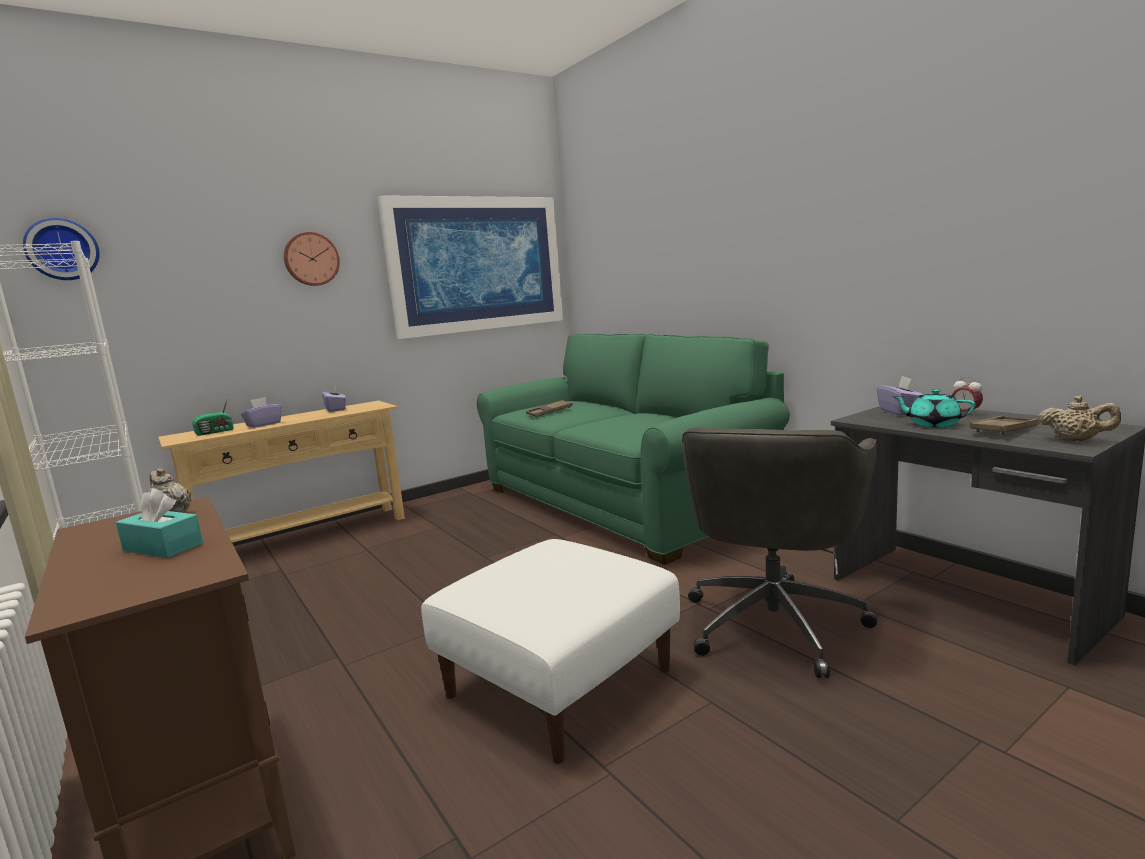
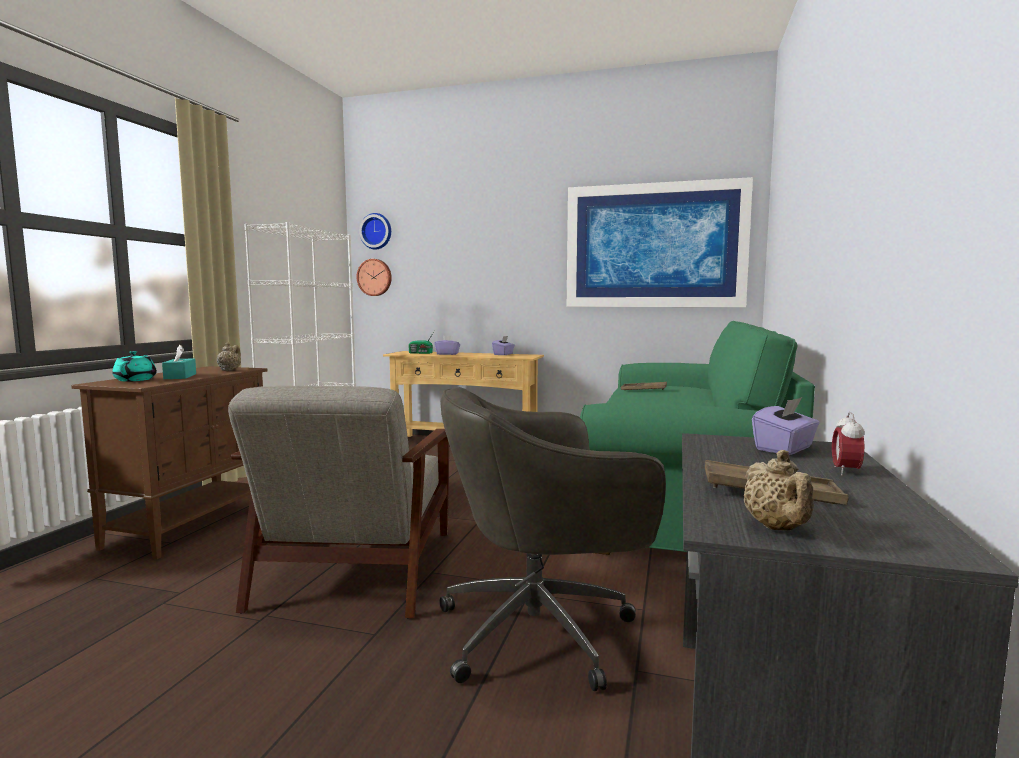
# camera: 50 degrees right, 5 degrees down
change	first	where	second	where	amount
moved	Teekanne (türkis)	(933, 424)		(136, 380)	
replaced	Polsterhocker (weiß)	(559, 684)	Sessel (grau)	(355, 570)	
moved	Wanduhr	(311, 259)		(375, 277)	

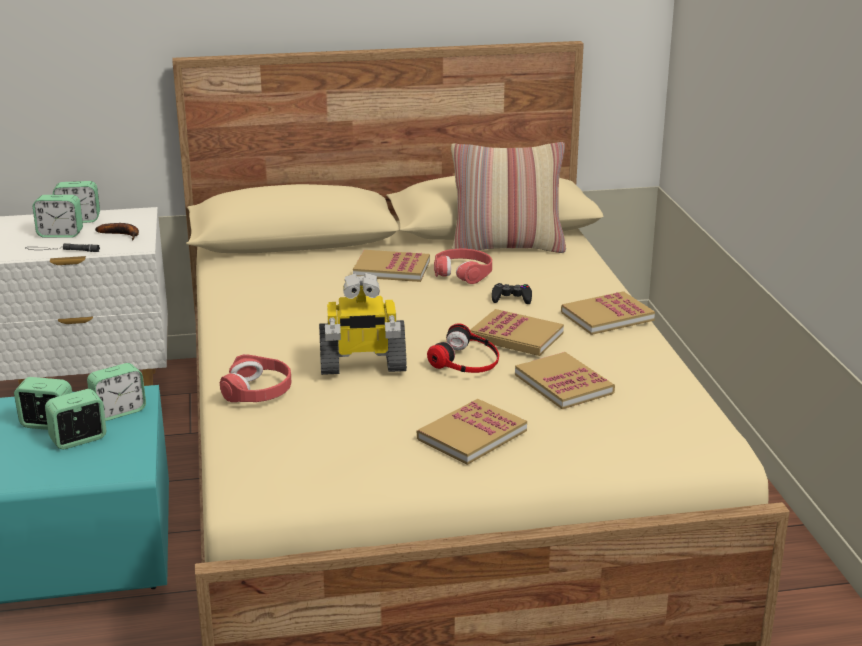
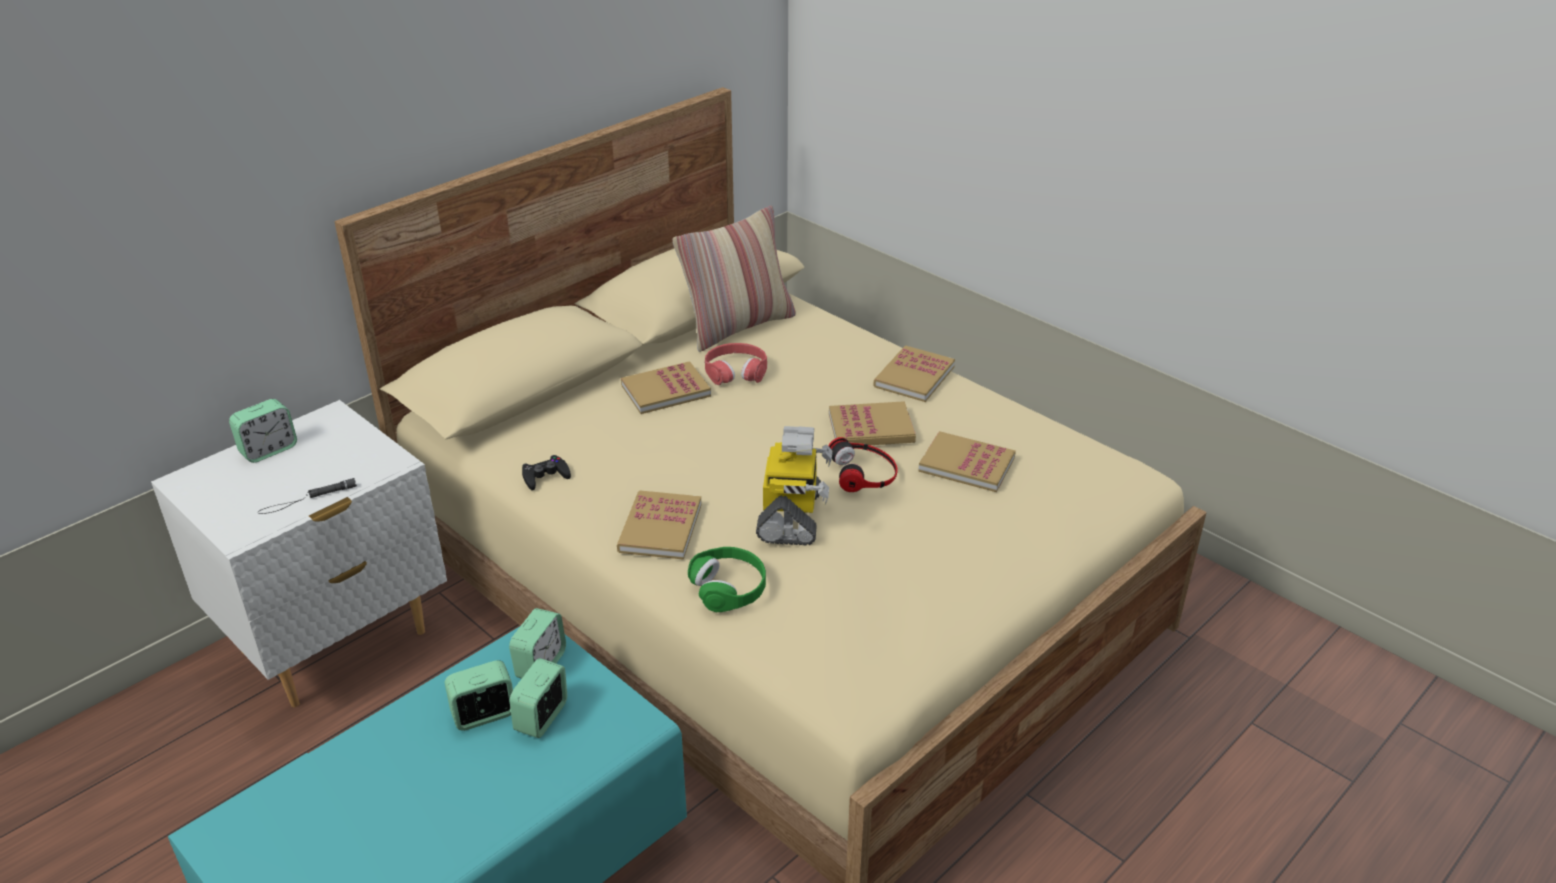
# camera: 35 degrees left, 10 degrees up
change	first	where	second	where	amount
moved	Gamepad (schwarz)	(511, 298)		(545, 476)	
moved	Buch	(472, 435)		(660, 528)	
recoloured	Kopfhörer (rot)	(258, 390)	Kopfhörer (grün)	(729, 587)	
turned	Spielzeugroboter	(362, 364)		(791, 516)	45 degrees counterclockwise
removed	Wecker	(60, 234)			
removed	Banane	(122, 234)			

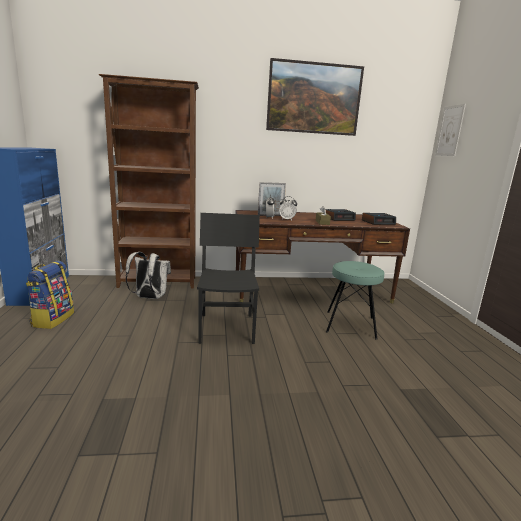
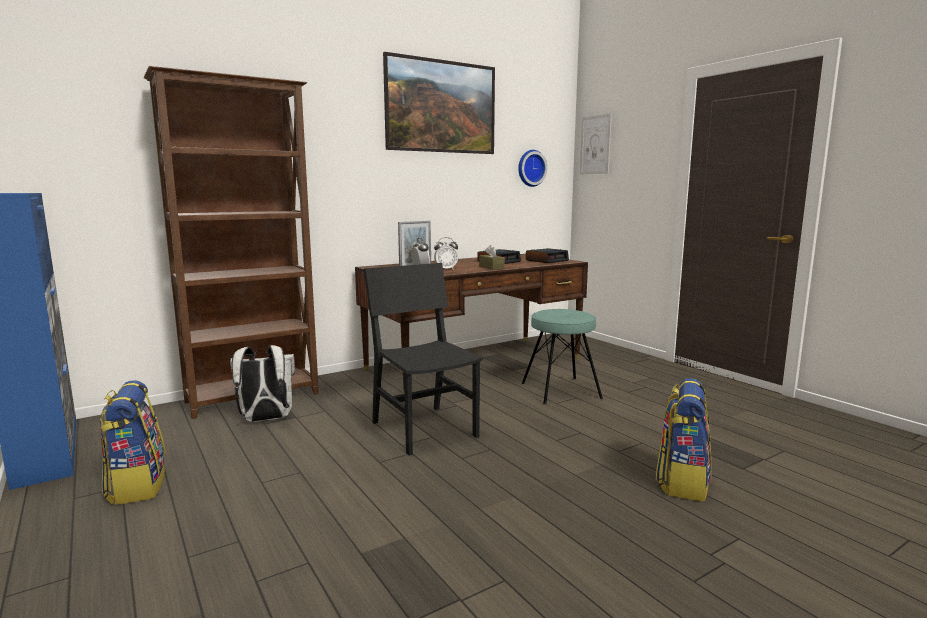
# camera: 25 degrees left, 5 degrees down
change	first	where	second	where	amount
added			Wanduhr	(530, 168)	
added			Rucksack	(682, 481)	

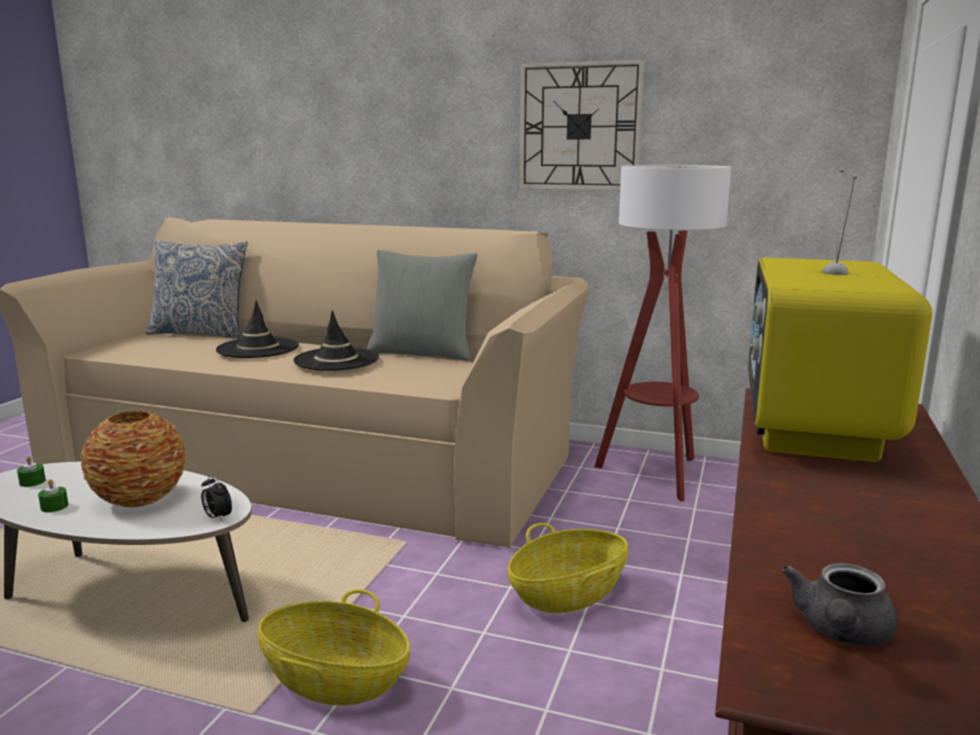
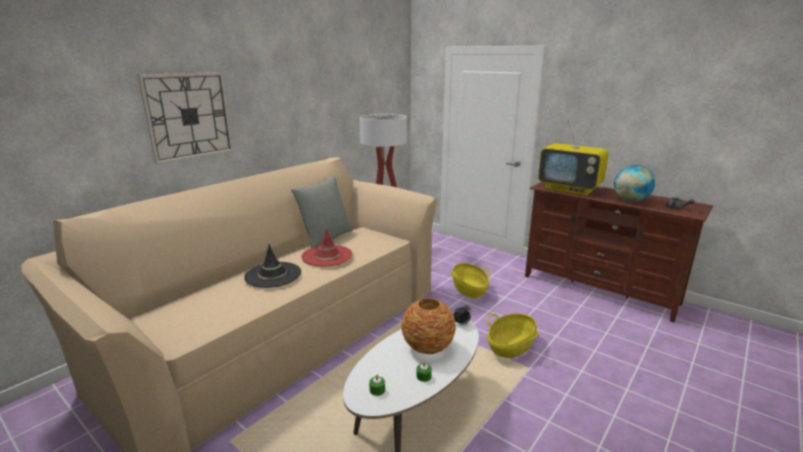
# camera: 70 degrees left, 5 degrees up
change	first	where	second	where	amount
moved	Wanduhr	(579, 126)		(189, 116)	
recoloured	Hut (schwarz)	(336, 360)	Hut (rot)	(327, 256)	
added			Globus	(630, 200)	
removed	Kissen	(201, 333)			

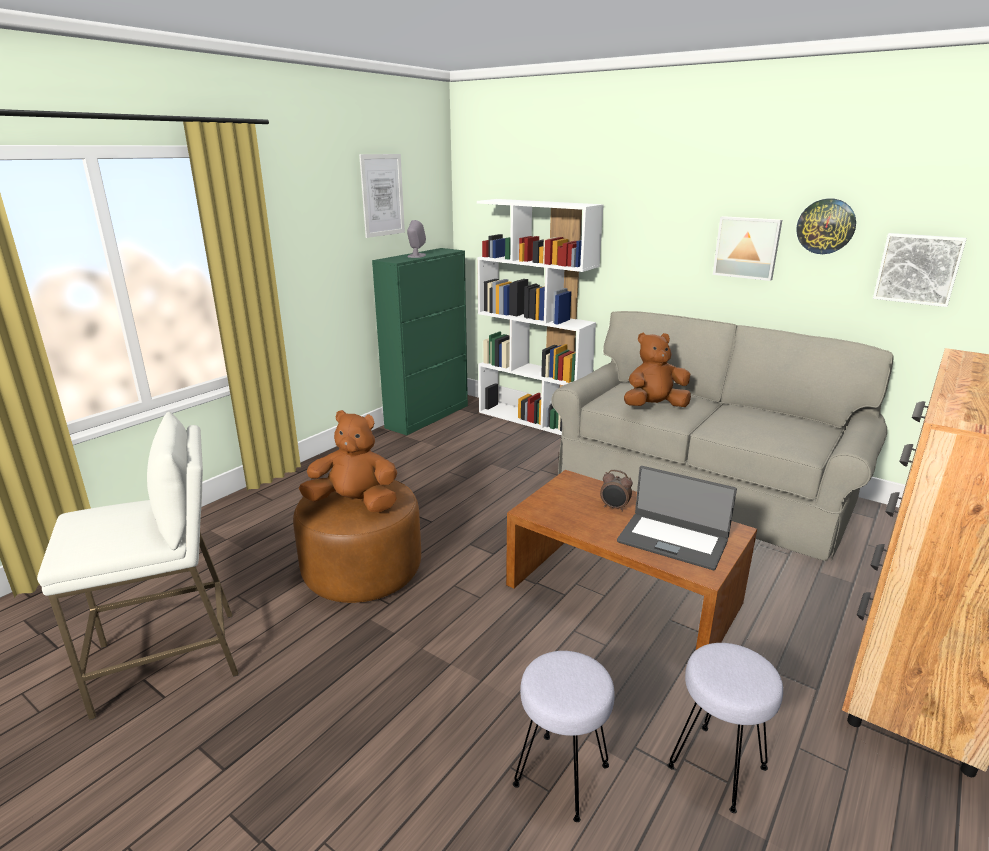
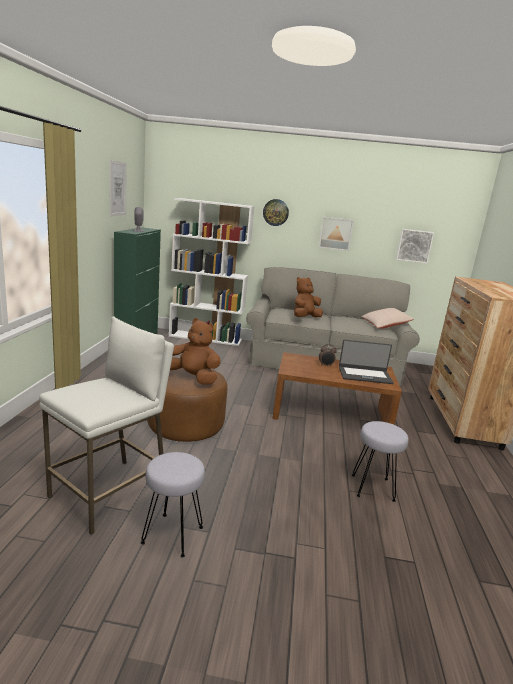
# camera: 30 degrees left, 5 degrees down
change	first	where	second	where	amount
moved	Hocker (grau)	(716, 766)		(172, 534)	
turned	Plüschtier (braun)	(355, 503)		(192, 378)	45 degrees clockwise
moved	Wanduhr	(826, 226)		(275, 212)	
added			Kissen (beige)	(385, 325)	

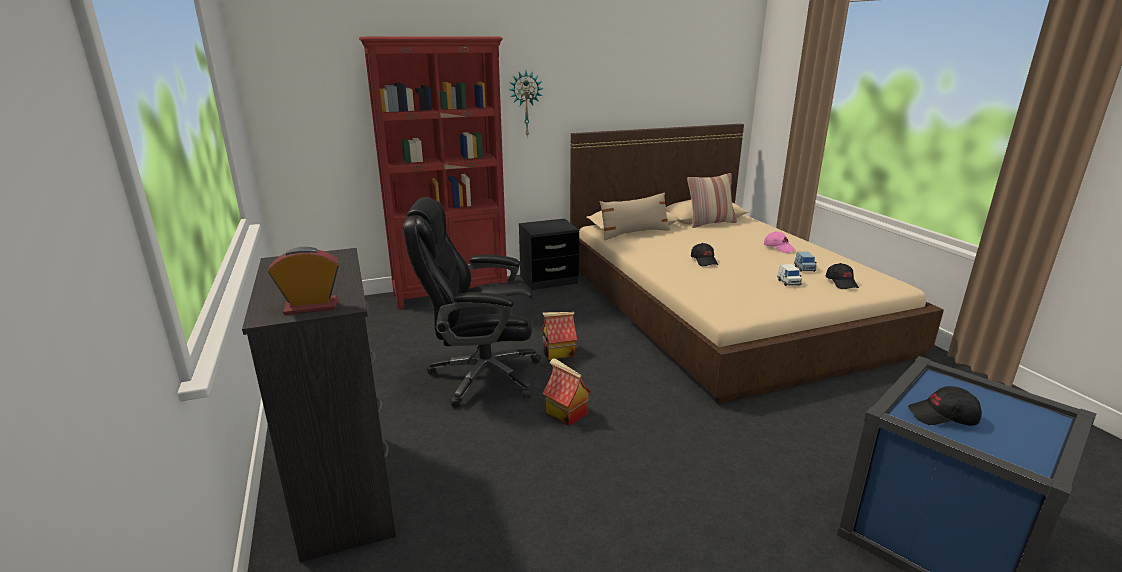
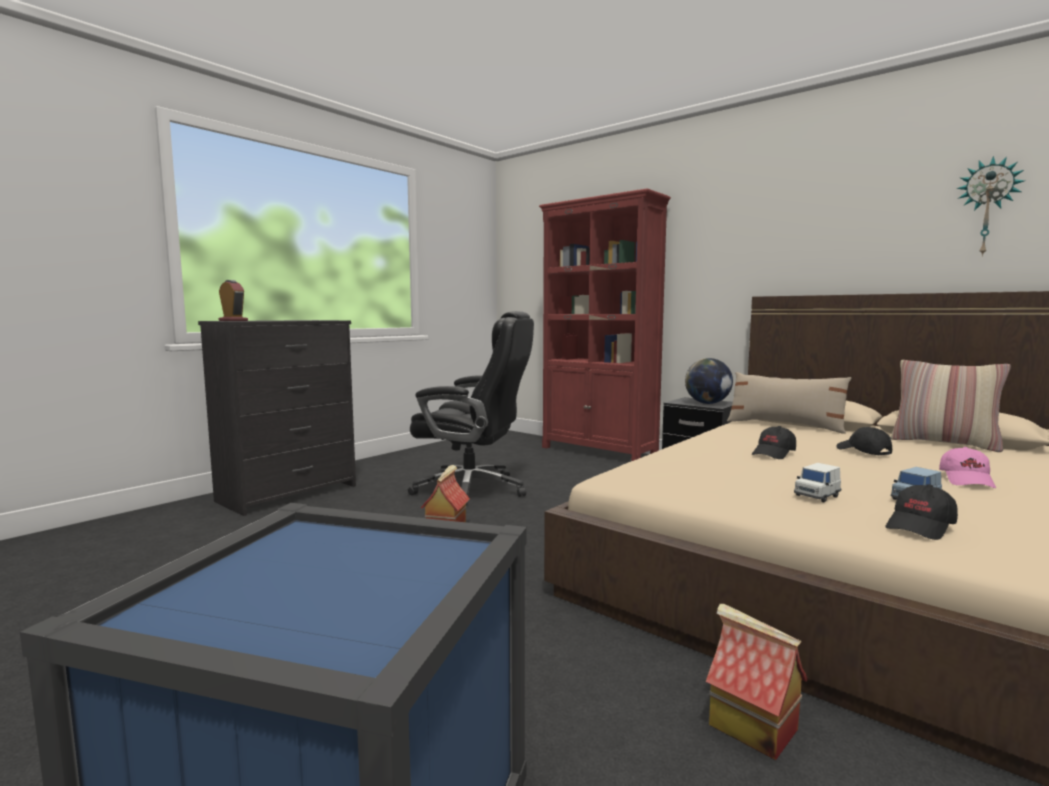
# camera: 60 degrees right, 15 degrees down
change	first	where	second	where	amount
turned	Bürostuhl (schwarz)	(482, 376)		(473, 490)	135 degrees clockwise
added			Globus	(707, 403)	
moved	Spielzeughaus	(558, 353)		(751, 727)	
moved	Kappe (schwarz)	(943, 417)		(863, 452)	
moved	Wanduhr	(525, 104)		(987, 207)	

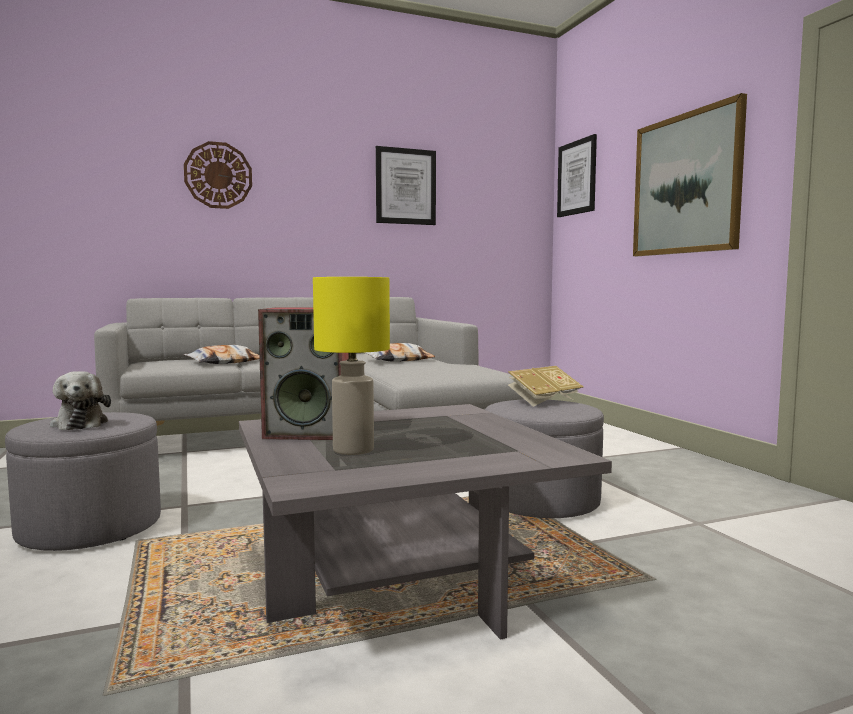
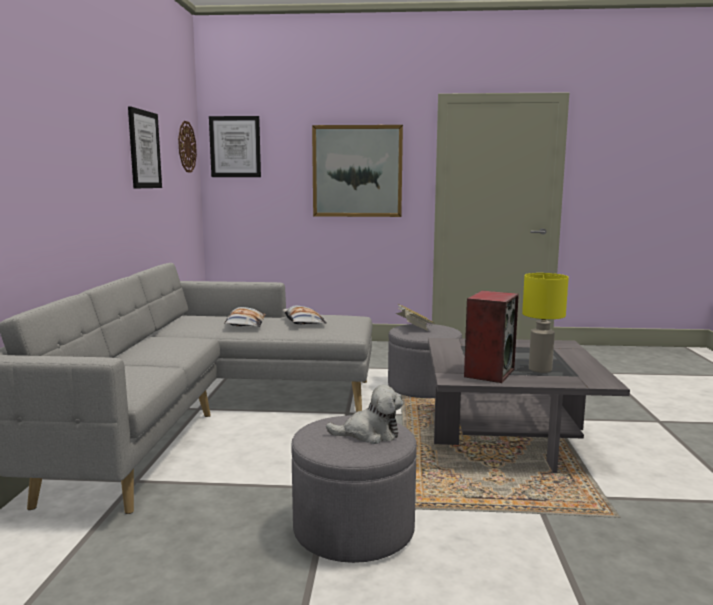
# camera: 65 degrees left, 5 degrees up
change	first	where	second	where	amount
moved	Wanduhr	(218, 175)		(186, 147)	
moved	Kissen	(224, 362)		(303, 321)	

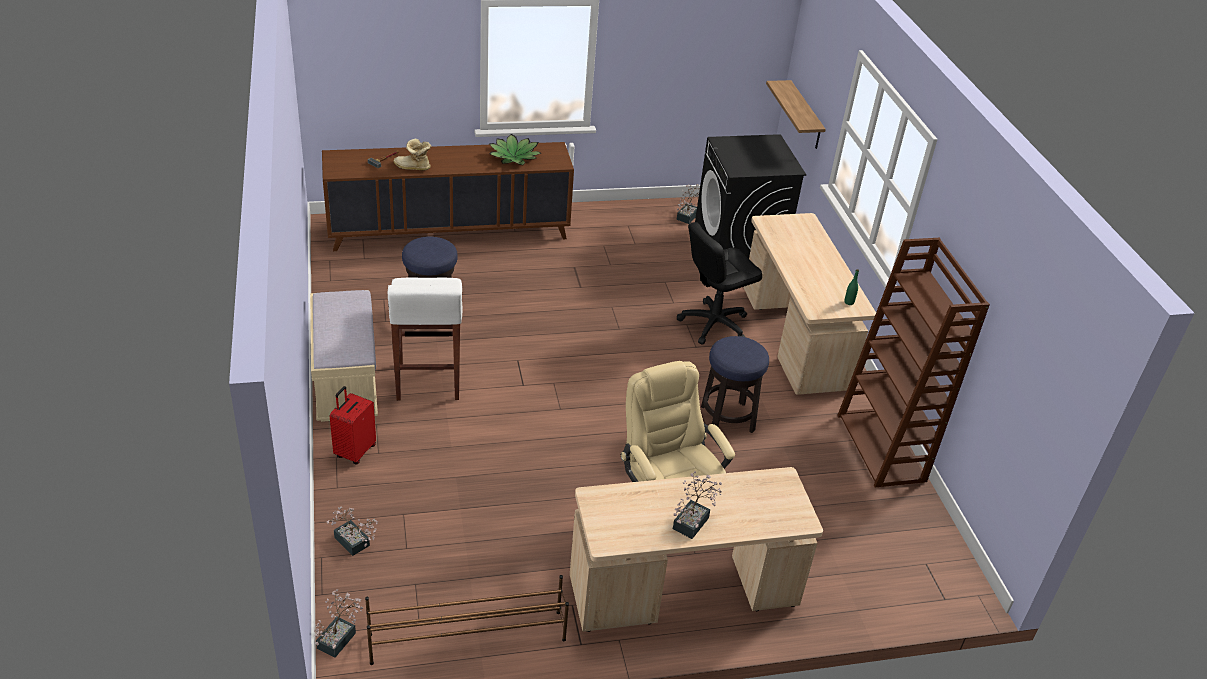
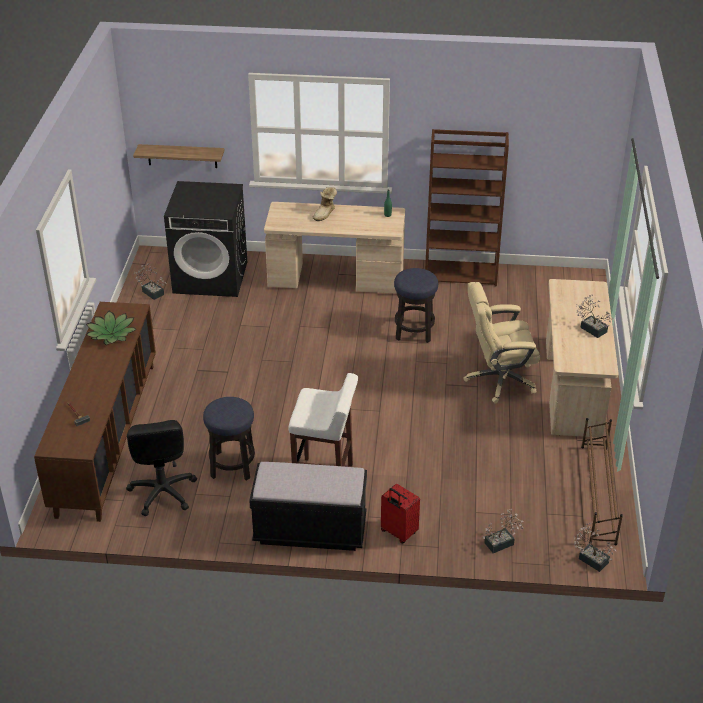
# camera: 70 degrees left, 0 degrees up
change	first	where	second	where	amount
moved	Bürostuhl (schwarz)	(714, 324)		(162, 492)	
recoloured	Bank (beige)	(345, 384)	Bank (schwarz)	(310, 530)	
moved	Stiefel	(413, 168)		(325, 214)	

